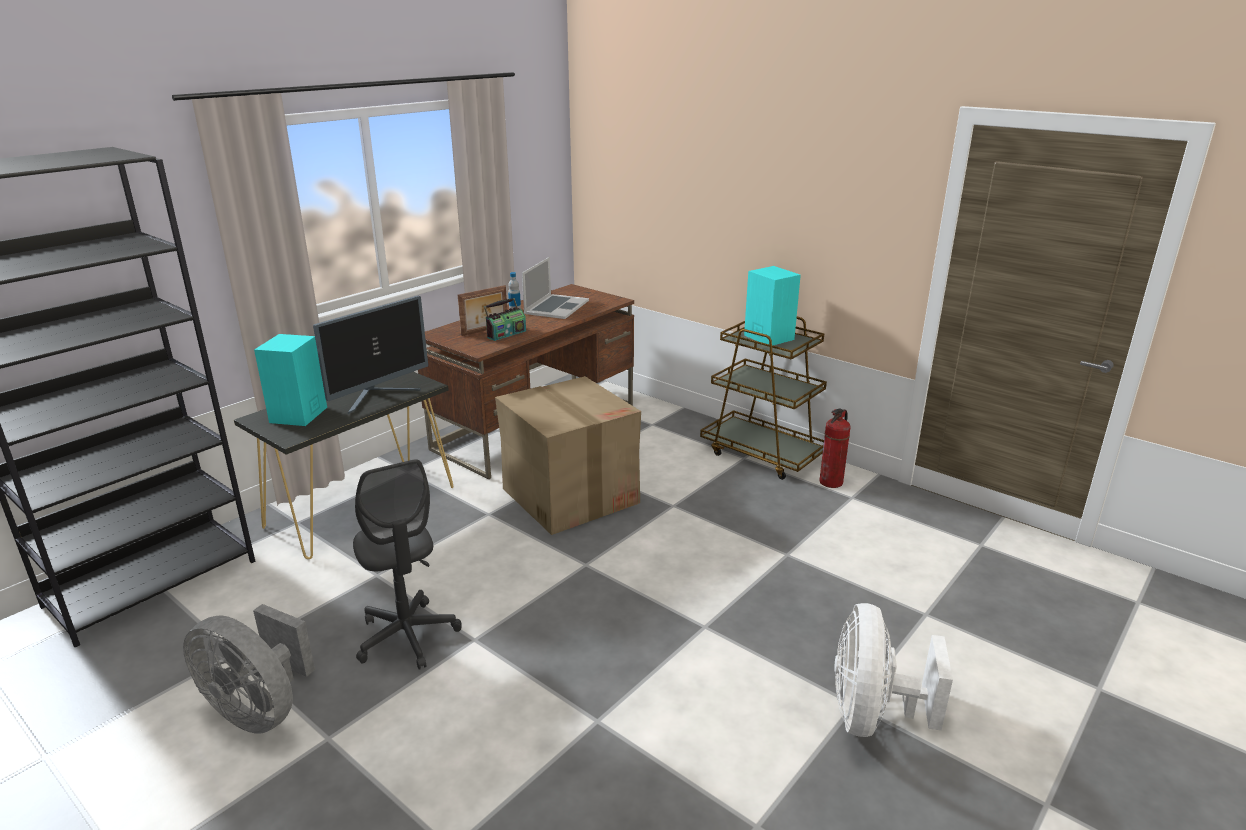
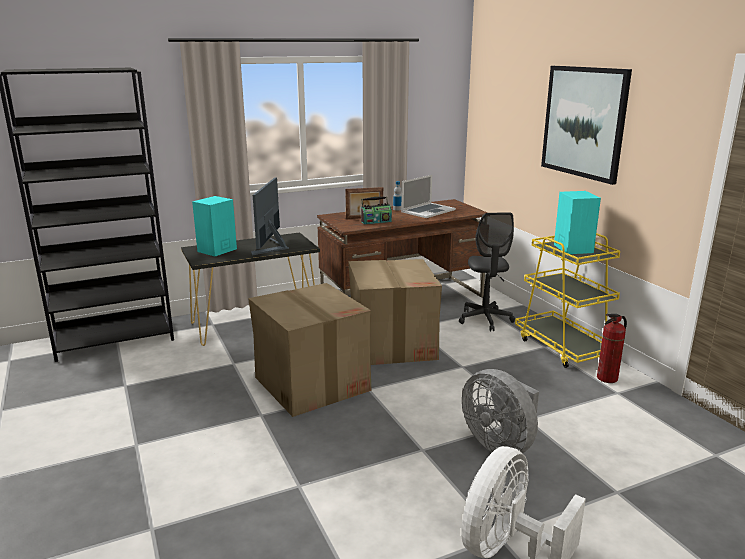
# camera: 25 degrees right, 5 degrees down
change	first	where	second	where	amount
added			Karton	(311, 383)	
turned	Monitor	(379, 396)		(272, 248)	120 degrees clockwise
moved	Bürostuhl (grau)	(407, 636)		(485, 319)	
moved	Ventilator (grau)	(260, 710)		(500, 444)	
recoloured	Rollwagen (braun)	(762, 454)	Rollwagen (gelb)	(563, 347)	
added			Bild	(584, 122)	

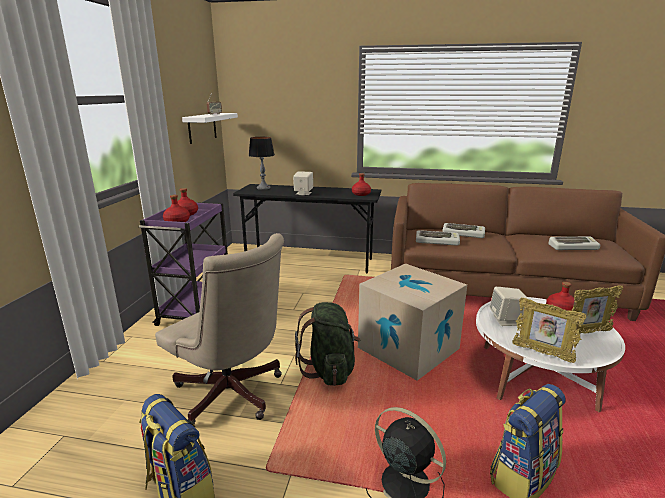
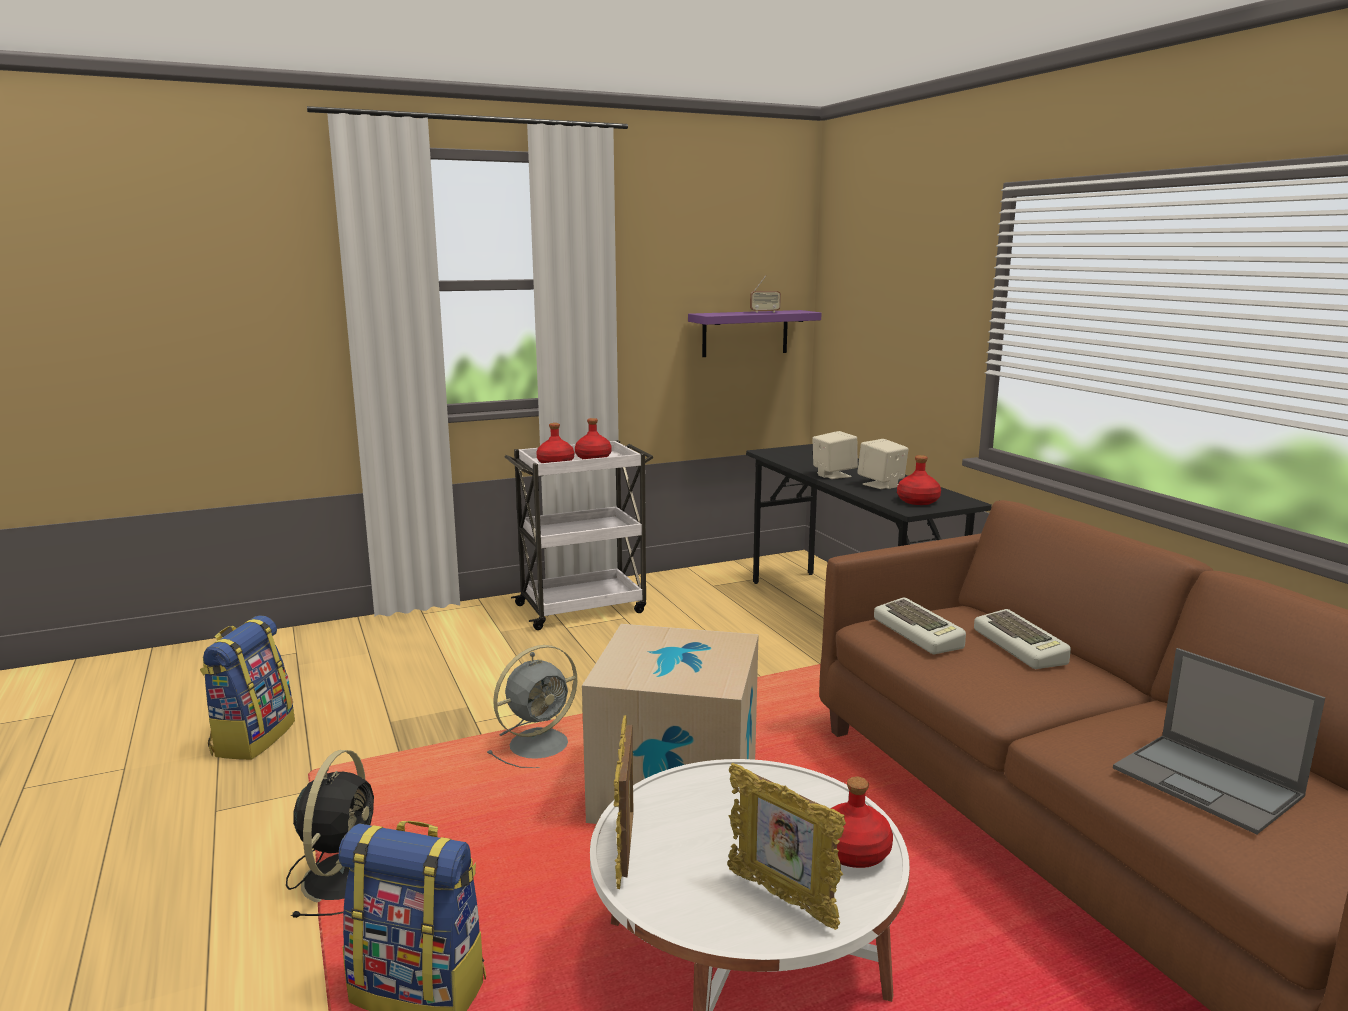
# camera: 55 degrees right, 5 degrees down
change	first	where	second	where	amount
replaced	Rucksack (grün)	(329, 370)	Ventilator (grau)	(541, 743)	
recoloured	Rollwagen (lila)	(196, 309)	Rollwagen (weiß)	(583, 608)	
recoloured	Wandregal (weiß)	(202, 127)	Wandregal (lila)	(745, 333)	
moved	Lautsprecher (beige)	(506, 320)		(881, 485)	
replaced	Tastatur	(573, 247)	Laptop	(1208, 783)	
removed	Bürostuhl (beige)	(232, 396)			
removed	Tischlampe	(263, 188)			

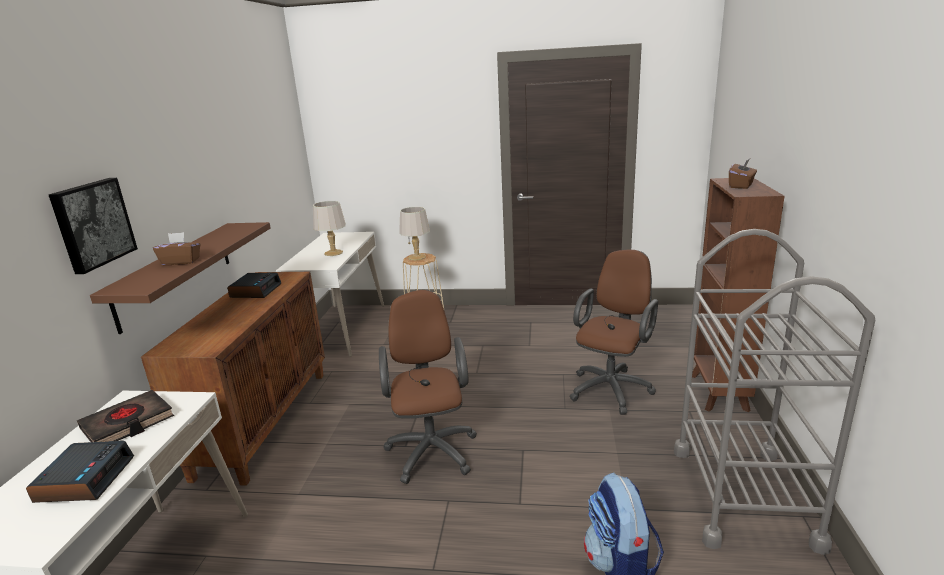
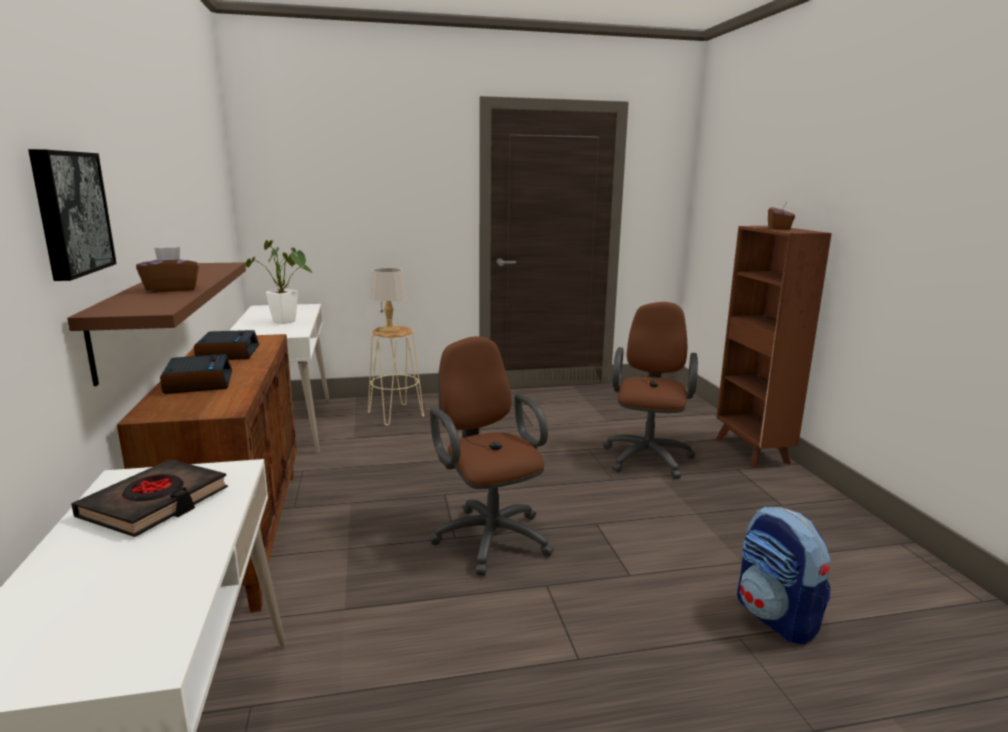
# camera: 20 degrees left, 5 degrees down
change	first	where	second	where	amount
moved	Wecker	(85, 479)		(198, 382)	
replaced	Tischlampe (grau)	(333, 253)	Topfpflanze	(287, 322)	
removed	Rollwagen (grau)	(742, 495)			

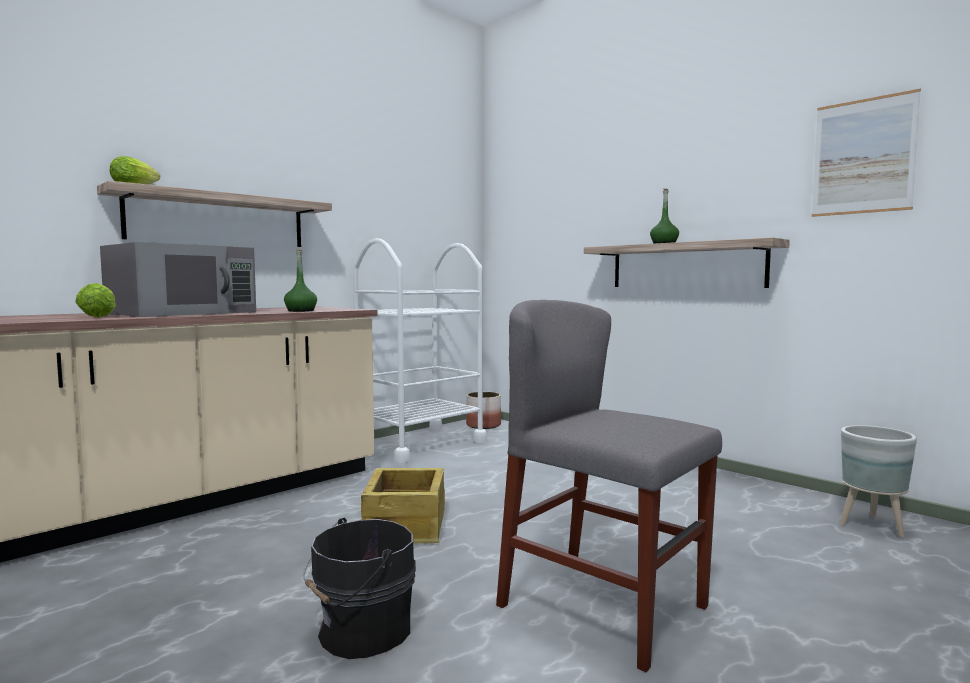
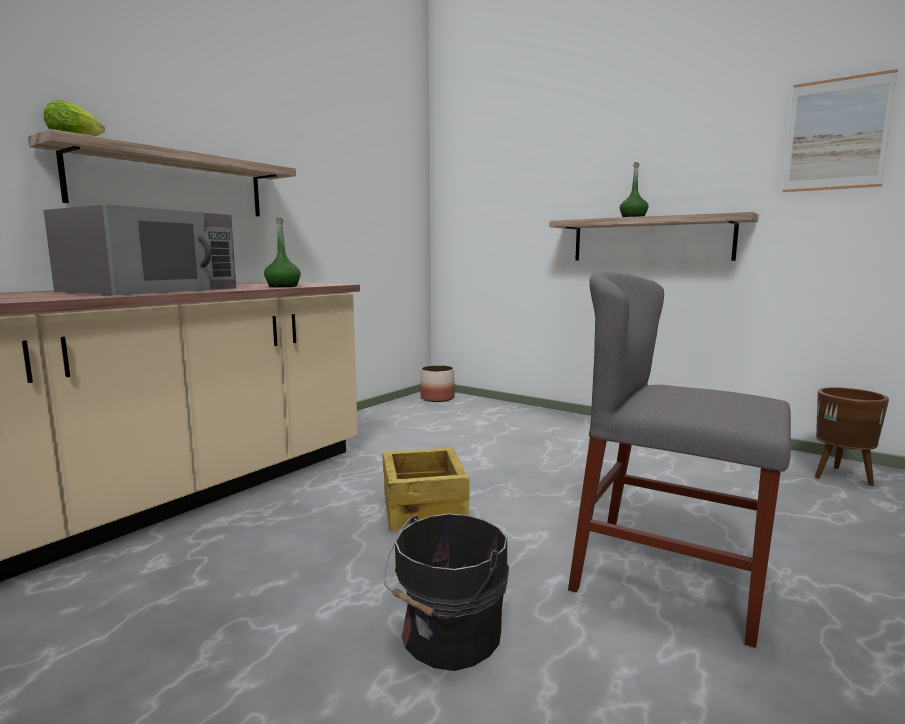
# camera: 10 degrees left, 5 degrees up
change	first	where	second	where	amount
recoloured	Pflanzkübel (grau)	(871, 526)	Pflanzkübel (braun)	(841, 477)	
removed	Salatkopf	(99, 316)			
removed	Rollwagen (weiß)	(420, 443)			

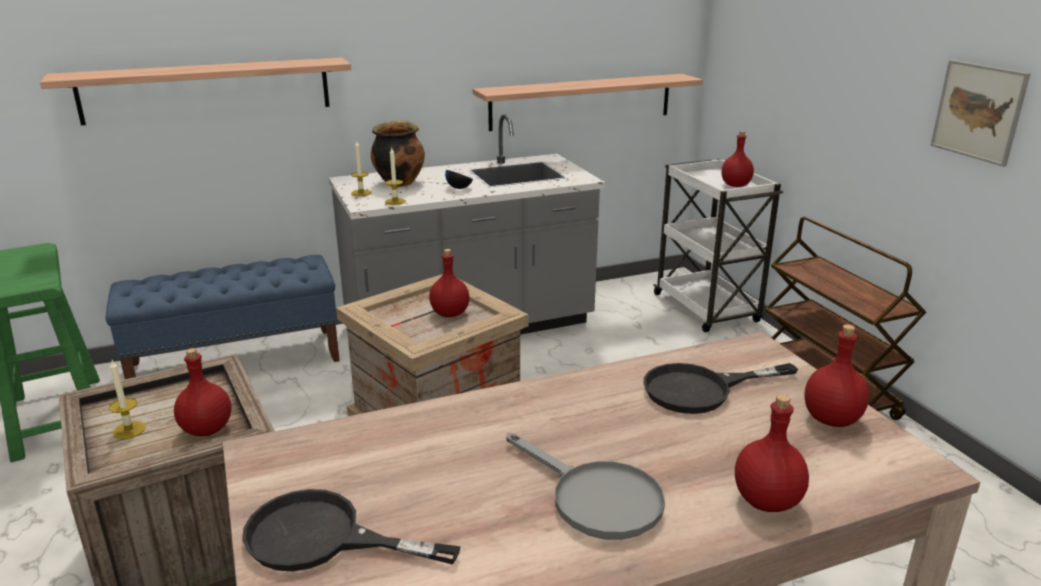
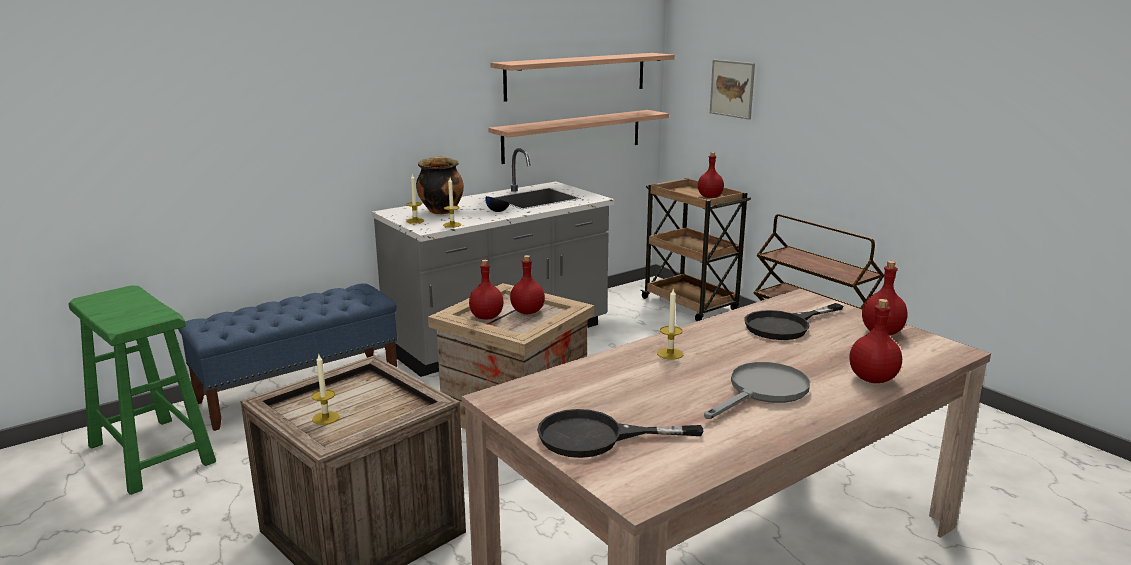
# camera: 15 degrees left, 5 degrees down
change	first	where	second	where	amount
moved	Flasche (rot)	(206, 430)		(486, 317)	
moved	Wandregal	(207, 90)		(576, 76)	
recoloured	Rollwagen (weiß)	(707, 309)	Rollwagen (braun)	(691, 305)	
added			Kerze	(670, 354)	
turned	Pfanne (grau)	(594, 498)		(762, 392)	75 degrees counterclockwise
moved	Bild	(978, 111)		(732, 89)	

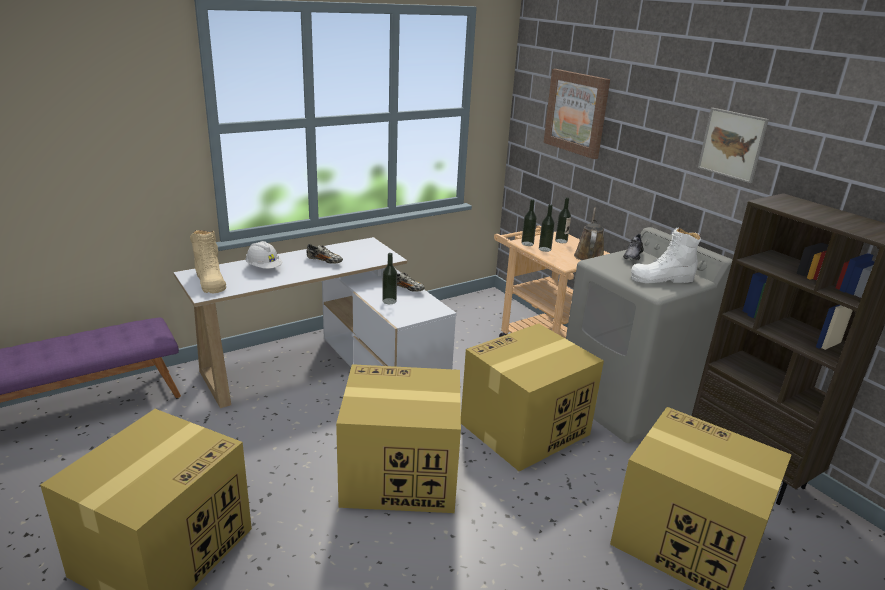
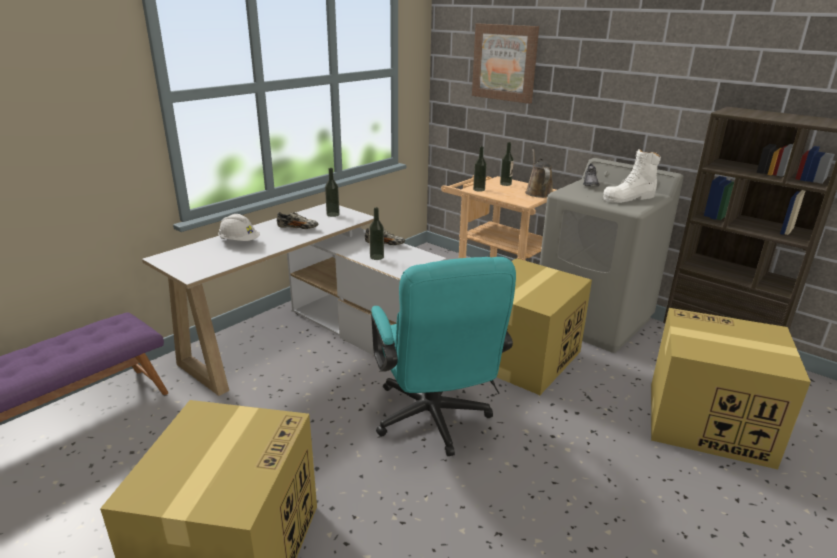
# camera: 15 degrees left, 0 degrees up
change	first	where	second	where	amount
moved	Flasche	(544, 249)		(333, 214)	
replaced	Karton	(398, 475)	Bürostuhl (türkis)	(434, 422)	
removed	Stiefel (beige)	(210, 281)			
removed	Bild	(732, 144)			

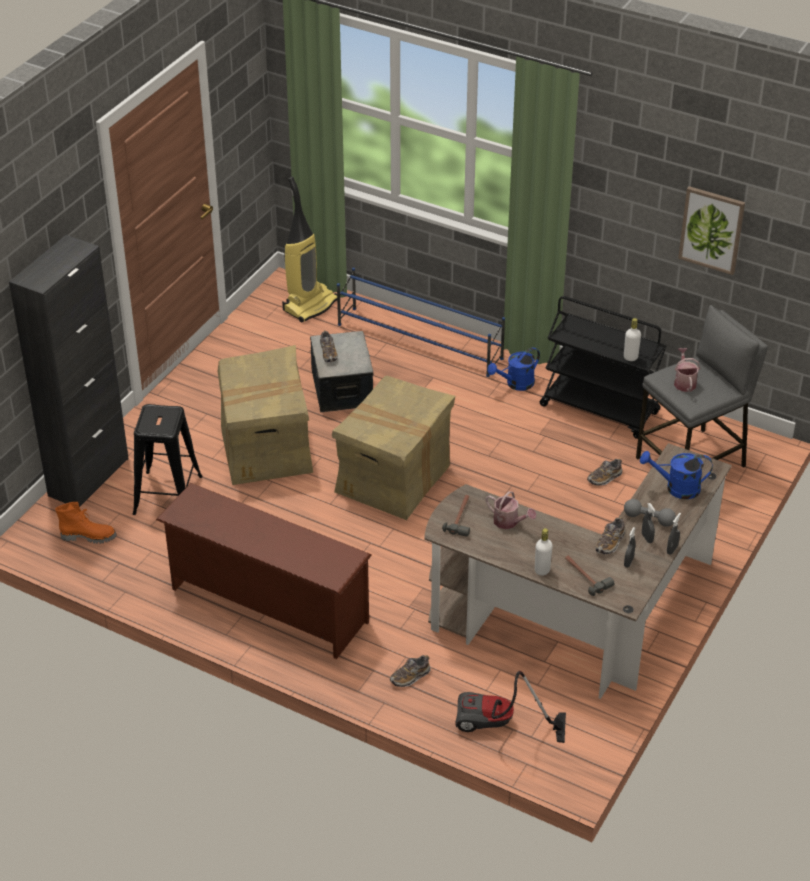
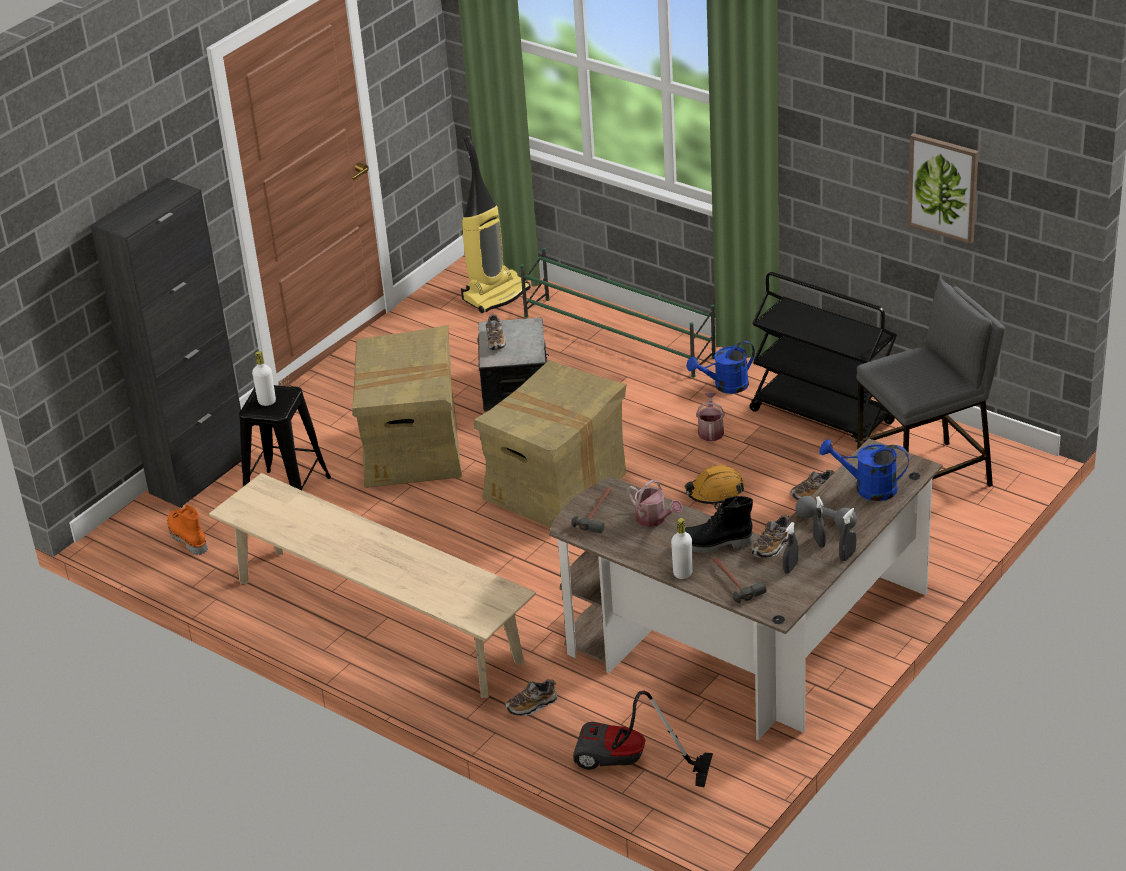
# camera: 10 degrees right, 5 degrees down
change	first	where	second	where	amount
turned	Stiefel (orange)	(89, 536)		(187, 538)	135 degrees counterclockwise
replaced	Schuhregal (braun)	(266, 606)	Bank (beige)	(377, 620)	
moved	Flasche (weiß)	(630, 357)		(267, 401)	
recoloured	Schuhregal (blau)	(420, 342)	Schuhregal (grün)	(618, 337)	
added			Schutzhelm (orange)	(715, 492)	
added			Stiefel (schwarz)	(714, 544)	
moved	Gießkanne	(684, 382)		(710, 431)	

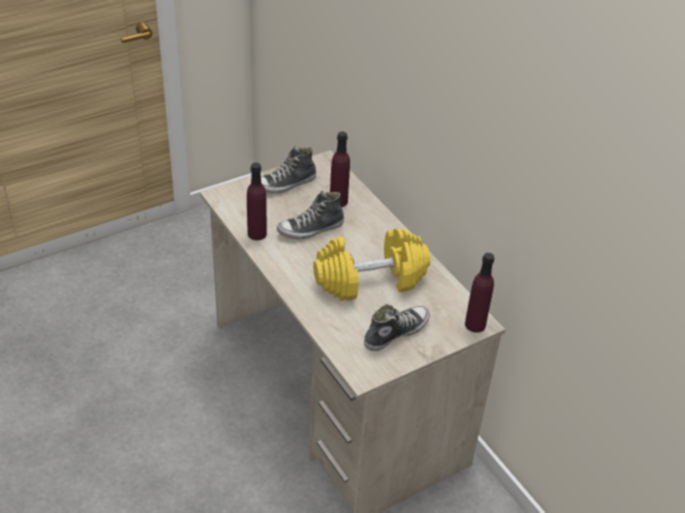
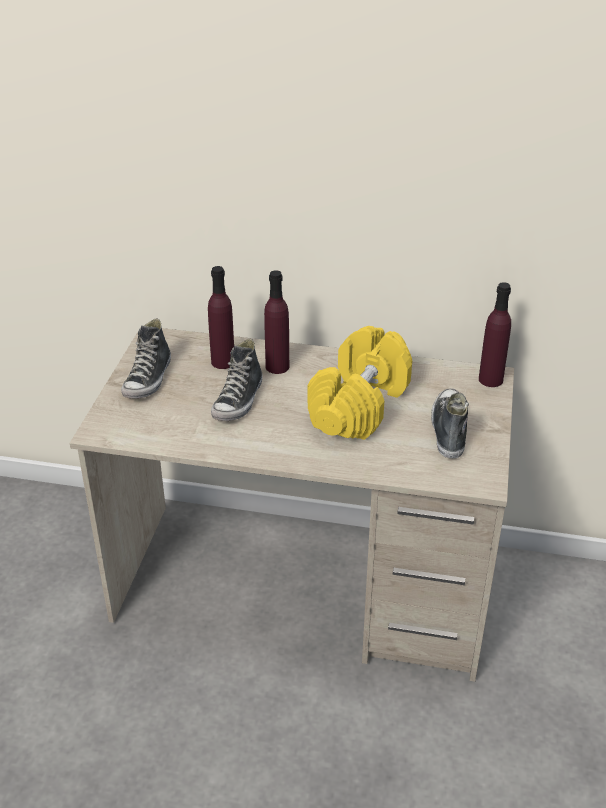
# camera: 45 degrees left, 5 degrees down
change	first	where	second	where	amount
moved	Flasche (lila)	(257, 234)		(277, 367)	

